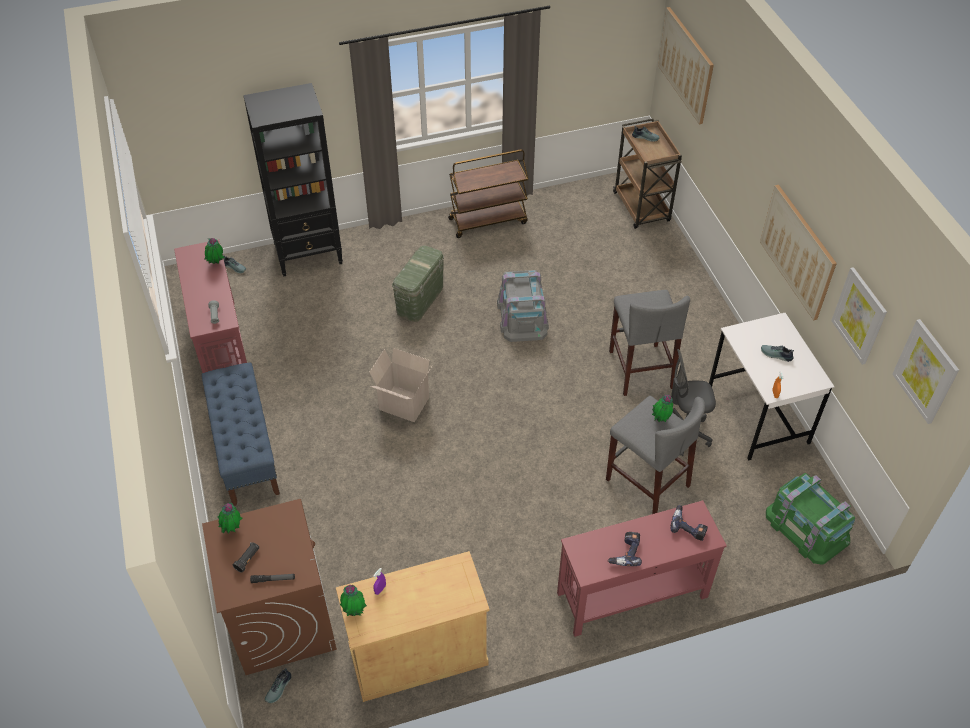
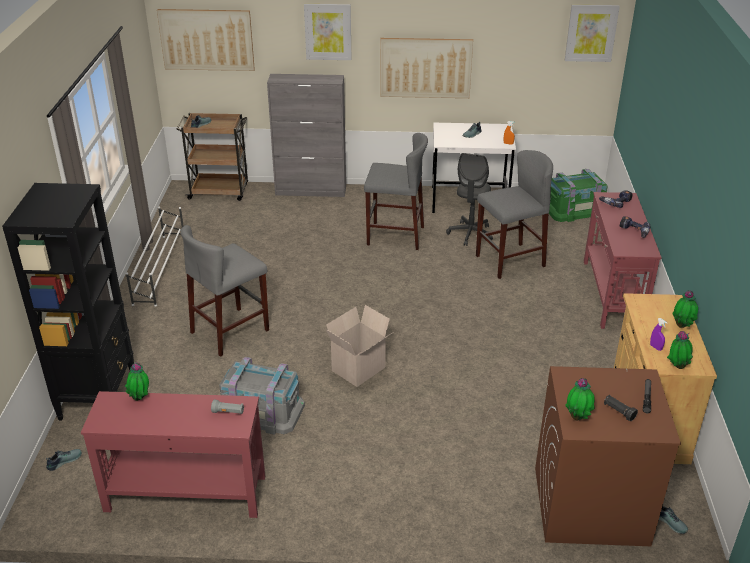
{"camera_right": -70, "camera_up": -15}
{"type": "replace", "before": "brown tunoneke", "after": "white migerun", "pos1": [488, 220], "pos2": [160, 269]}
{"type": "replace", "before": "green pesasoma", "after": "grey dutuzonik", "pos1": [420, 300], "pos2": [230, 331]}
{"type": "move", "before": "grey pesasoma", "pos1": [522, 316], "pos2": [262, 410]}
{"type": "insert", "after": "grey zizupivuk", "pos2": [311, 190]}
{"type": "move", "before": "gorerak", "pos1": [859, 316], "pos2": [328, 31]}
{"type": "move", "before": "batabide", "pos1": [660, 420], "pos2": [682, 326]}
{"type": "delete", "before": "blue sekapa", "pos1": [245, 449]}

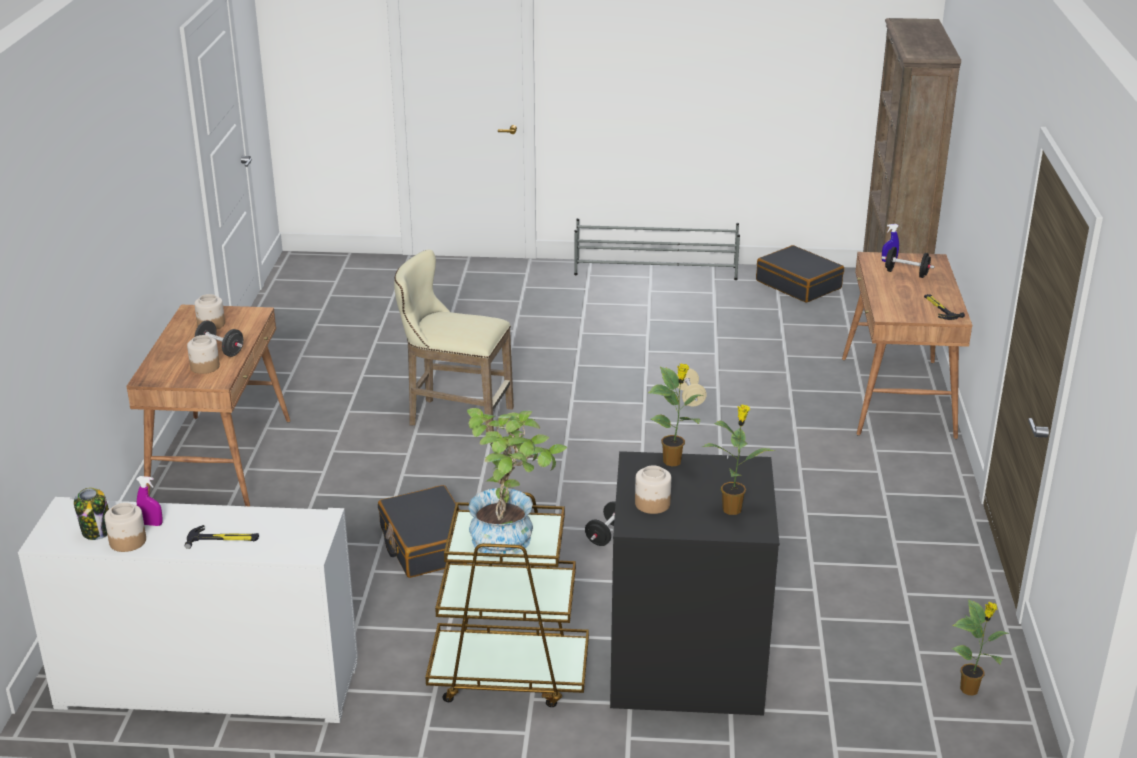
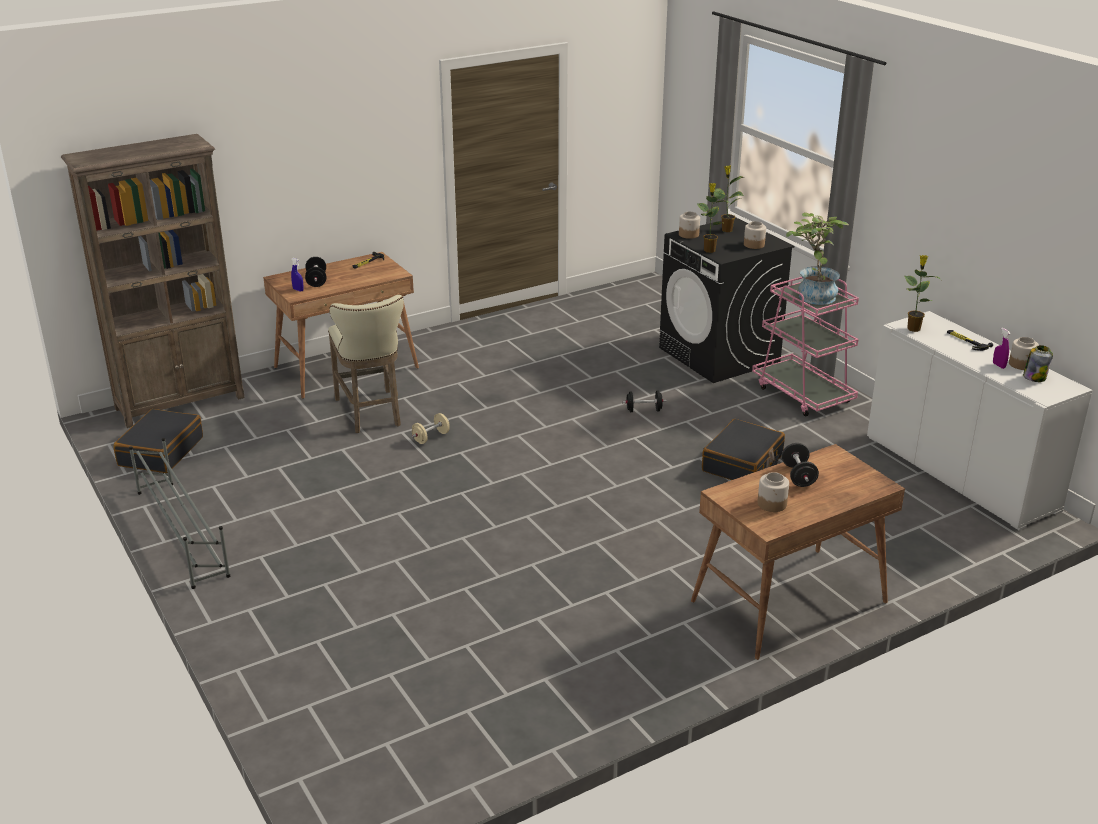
{"camera_right": -125, "camera_up": 0}
{"type": "move", "before": "beige dutuzonik", "pos1": [455, 417], "pos2": [370, 414]}
{"type": "move", "before": "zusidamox", "pos1": [205, 367], "pos2": [689, 234]}
{"type": "recolor", "before": "brown tunoneke", "after": "pink tunoneke", "pos1": [508, 675], "pos2": [802, 394]}
{"type": "move", "before": "batabide", "pos1": [970, 690], "pos2": [913, 328]}

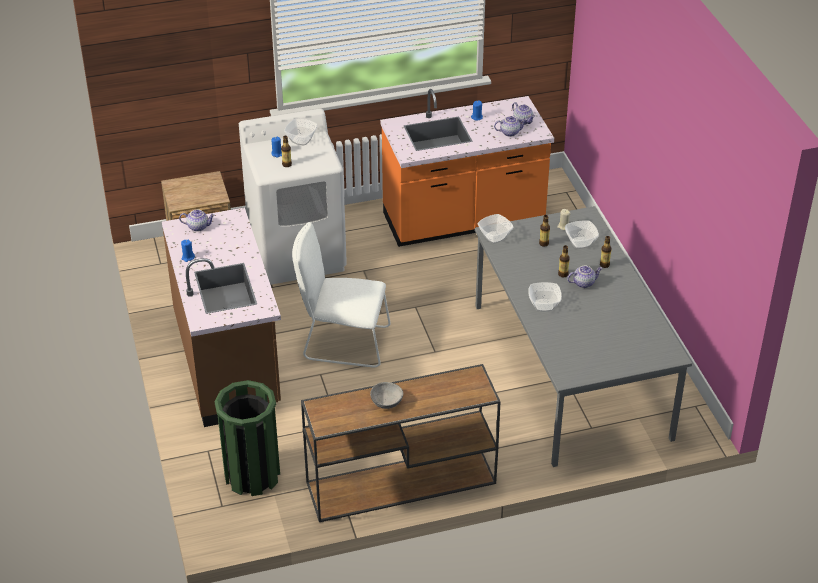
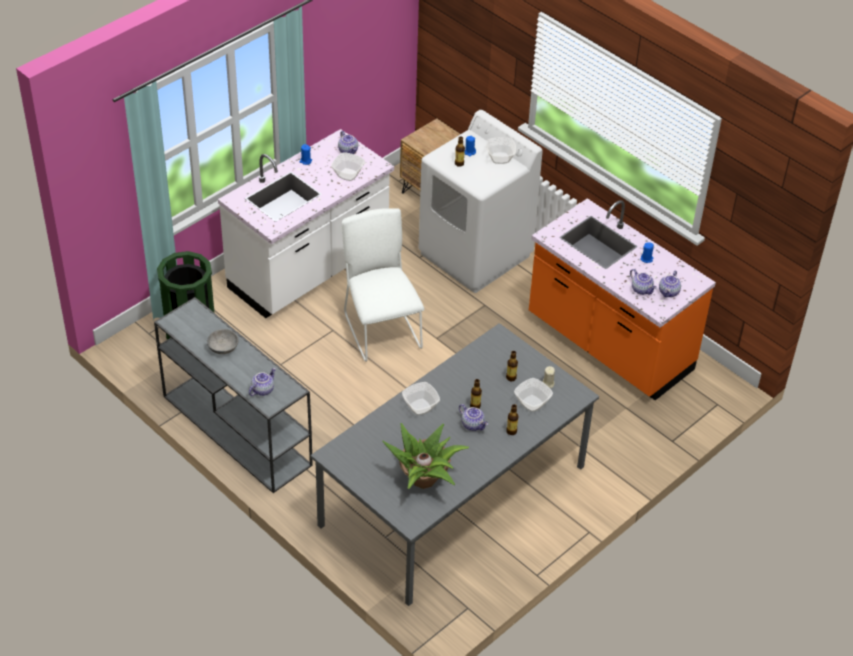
{"camera_right": 60, "camera_up": 5}
{"type": "recolor", "before": "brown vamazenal", "after": "grey vamazenal", "pos1": [399, 483], "pos2": [235, 429]}
{"type": "recolor", "before": "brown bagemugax", "after": "white bagemugax", "pos1": [229, 362], "pos2": [310, 270]}
{"type": "insert", "after": "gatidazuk", "pos2": [262, 389]}
{"type": "move", "before": "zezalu", "pos1": [495, 237], "pos2": [348, 174]}
{"type": "insert", "after": "batabide", "pos2": [424, 480]}

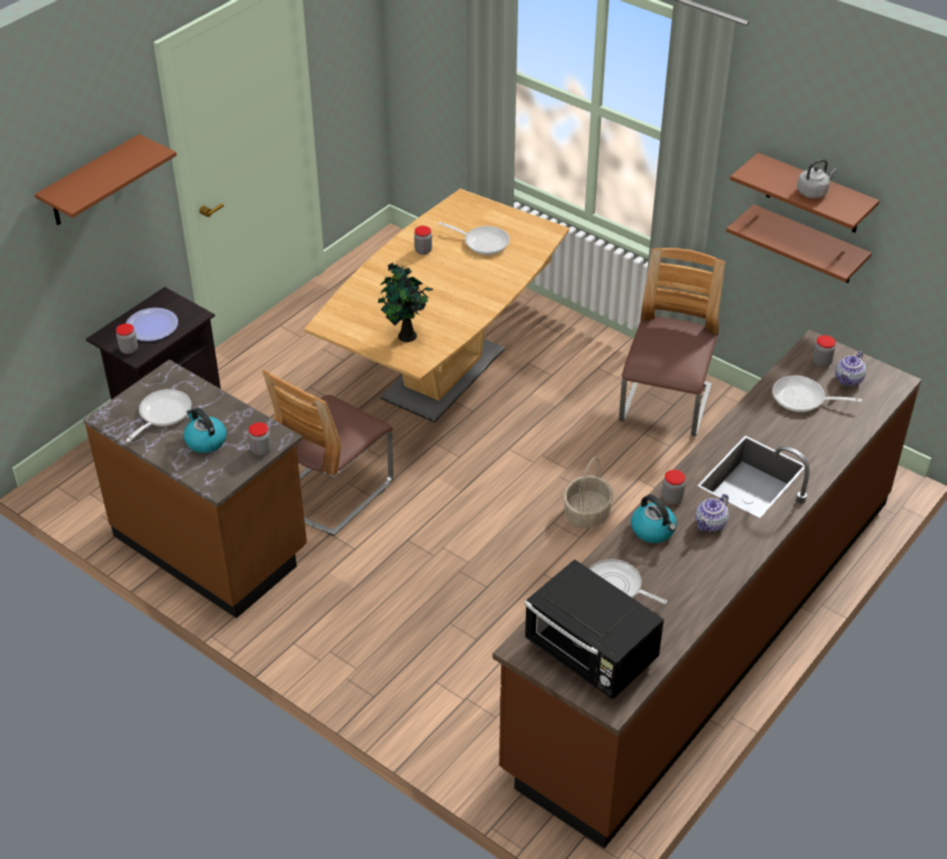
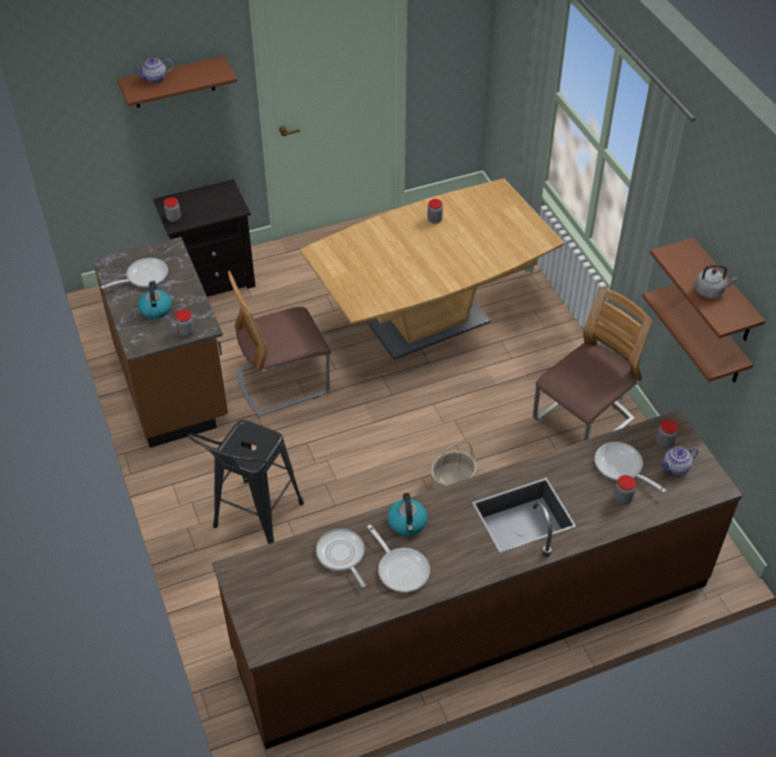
{"camera_right": 30, "camera_up": 5}
{"type": "move", "before": "gatidazuk", "pos1": [710, 524], "pos2": [155, 79]}
{"type": "insert", "after": "black dutuzonik", "pos2": [253, 522]}
{"type": "move", "before": "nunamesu", "pos1": [482, 242], "pos2": [401, 568]}
{"type": "move", "before": "zusidamox", "pos1": [672, 498], "pos2": [622, 498]}
{"type": "delete", "before": "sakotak", "pos1": [152, 326]}
{"type": "delete", "before": "batabide", "pos1": [405, 336]}
{"type": "delete", "before": "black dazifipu", "pos1": [591, 655]}

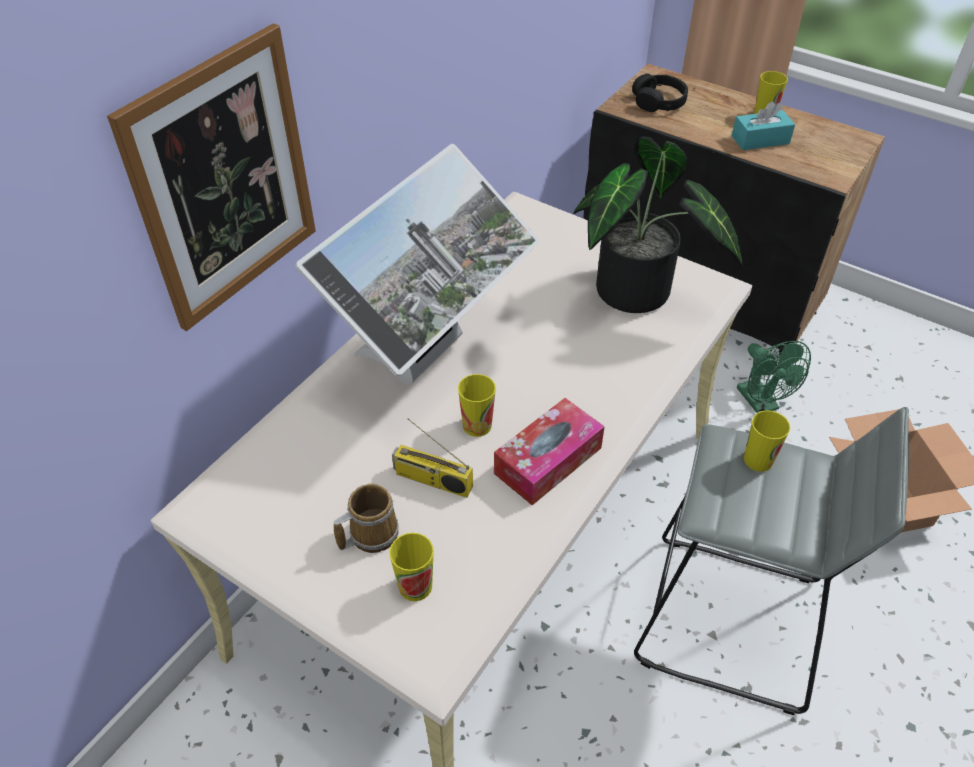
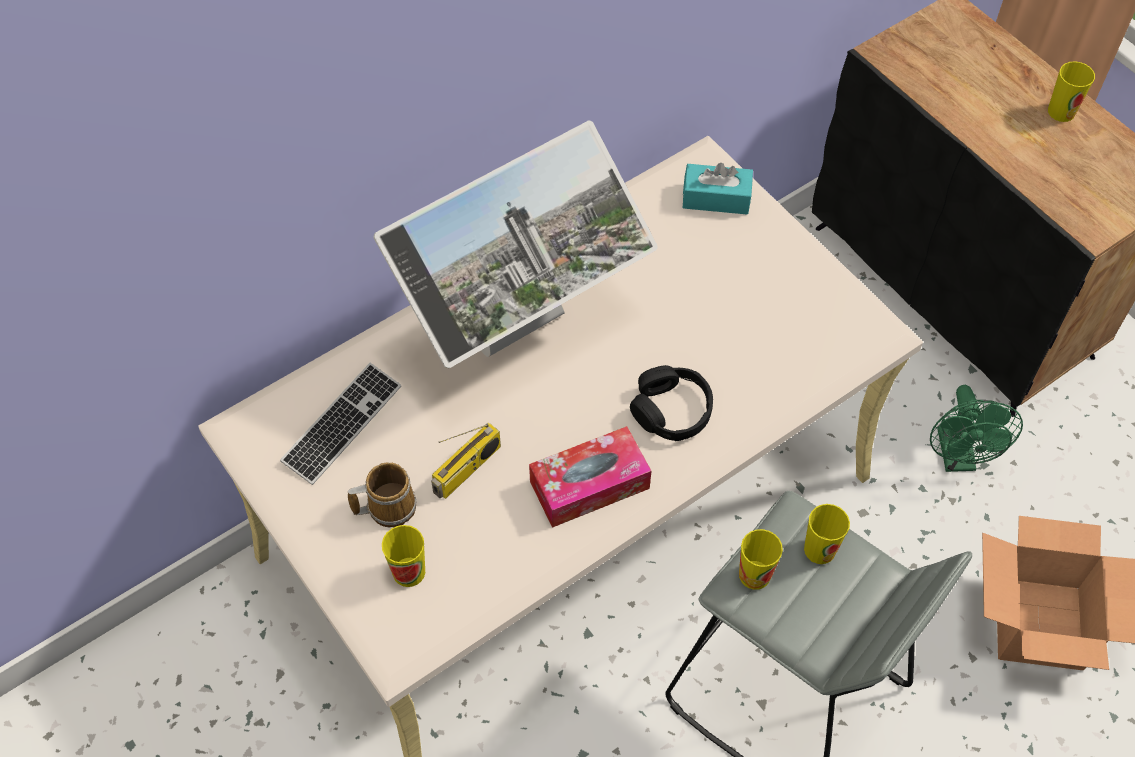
{"camera_right": 20, "camera_up": 10}
{"type": "insert", "after": "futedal", "pos2": [342, 425]}
{"type": "rotate", "before": "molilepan", "pos1": [432, 480], "pos2": [467, 470], "turn": -90}
{"type": "move", "before": "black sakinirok", "pos1": [659, 101], "pos2": [671, 410]}
{"type": "move", "before": "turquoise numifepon", "pos1": [760, 140], "pos2": [716, 198]}
{"type": "move", "before": "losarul", "pos1": [477, 425], "pos2": [754, 575]}
{"type": "delete", "before": "gorerak", "pos1": [224, 181]}
{"type": "delete", "before": "batabide", "pos1": [638, 296]}

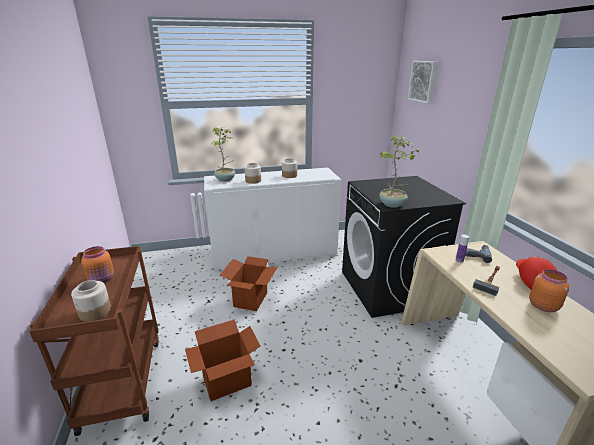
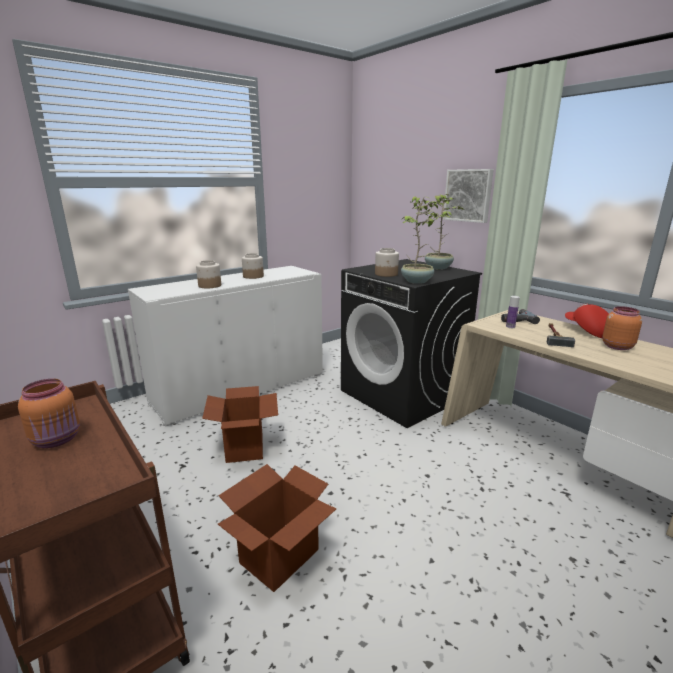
{"camera_right": -25, "camera_up": -5}
{"type": "move", "before": "zusidamox", "pos1": [95, 312], "pos2": [386, 274]}
{"type": "move", "before": "batabide", "pos1": [226, 179], "pos2": [438, 267]}
{"type": "move", "before": "gorerak", "pos1": [423, 81], "pos2": [468, 195]}

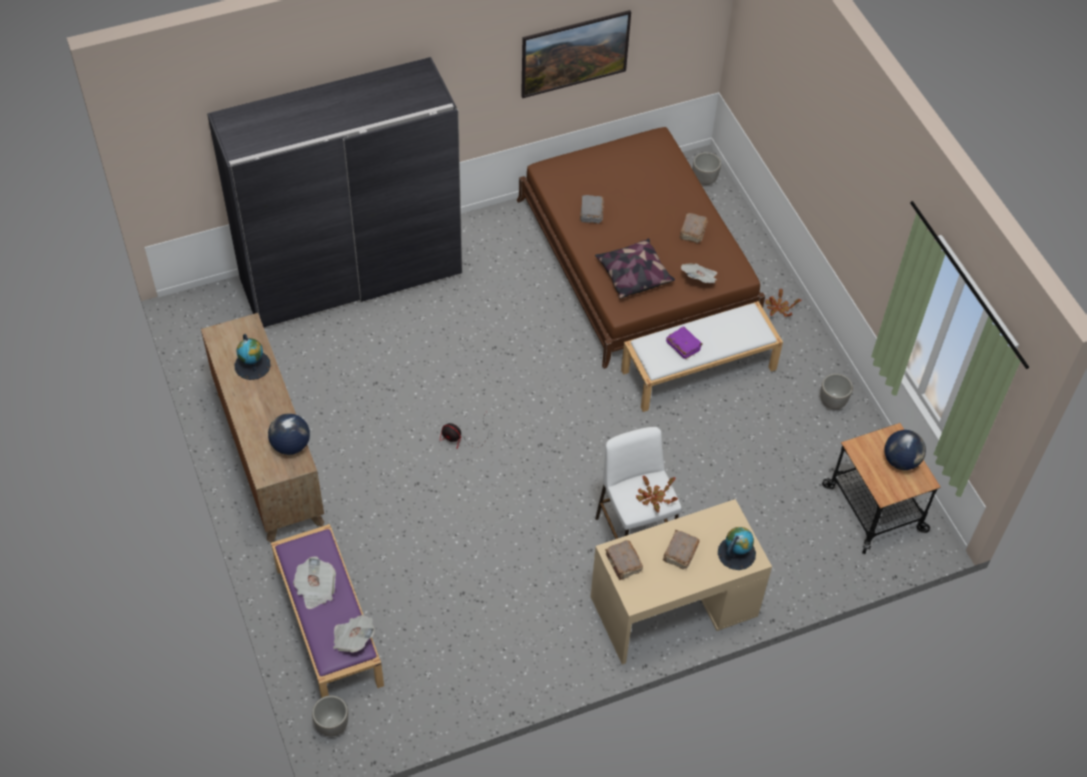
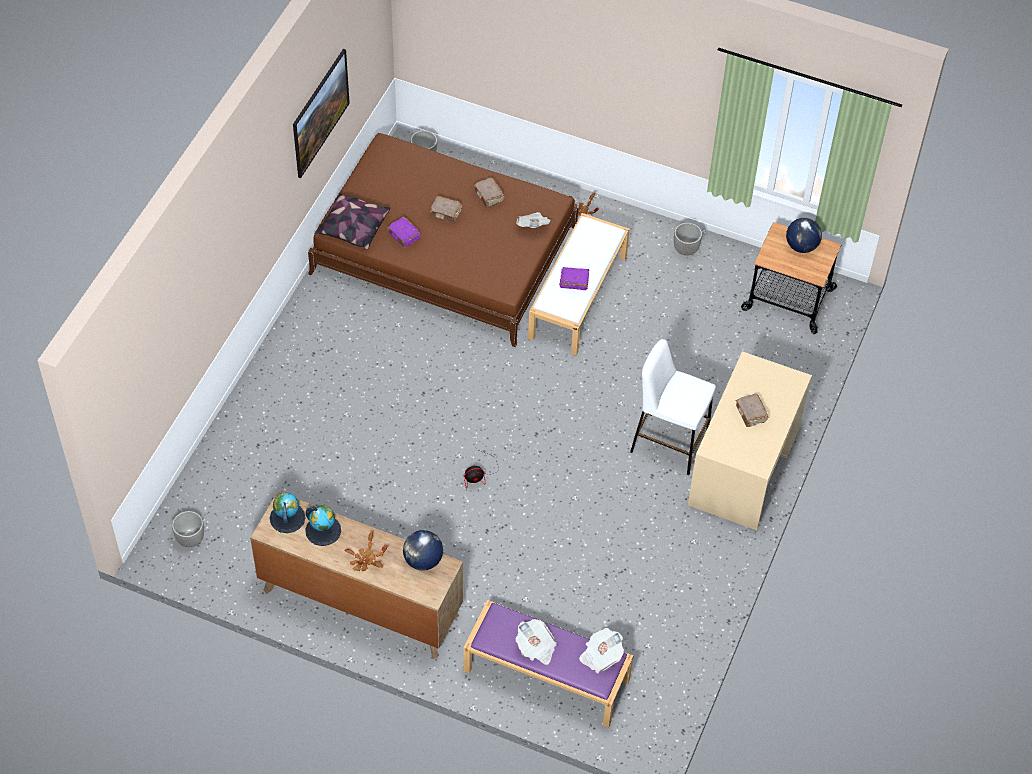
{"camera_right": -45, "camera_up": 0}
{"type": "move", "before": "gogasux", "pos1": [332, 726], "pos2": [191, 539]}
{"type": "move", "before": "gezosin", "pos1": [736, 553], "pos2": [287, 518]}
{"type": "move", "before": "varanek", "pos1": [633, 275], "pos2": [353, 228]}
{"type": "move", "before": "batabide", "pos1": [653, 497], "pos2": [365, 560]}
{"type": "recolor", "before": "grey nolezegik", "after": "purple nolezegik", "pos1": [591, 213], "pos2": [404, 236]}
{"type": "move", "before": "brown nolezegik", "pos1": [623, 564], "pos2": [446, 213]}
{"type": "delete", "before": "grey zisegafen", "pos1": [352, 276]}

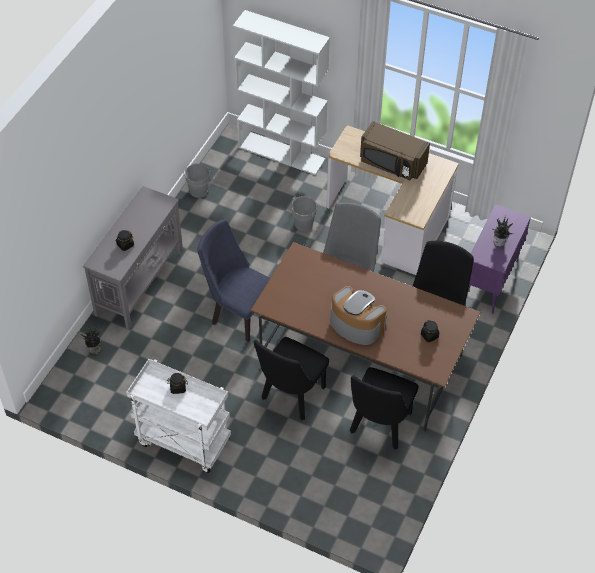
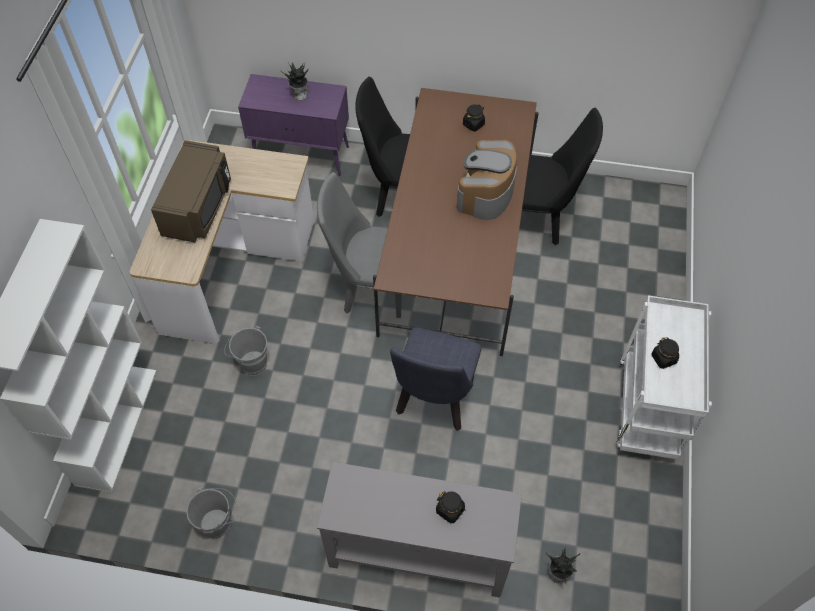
{"camera_right": -105, "camera_up": 5}
{"type": "delete", "before": "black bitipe", "pos1": [290, 397]}

